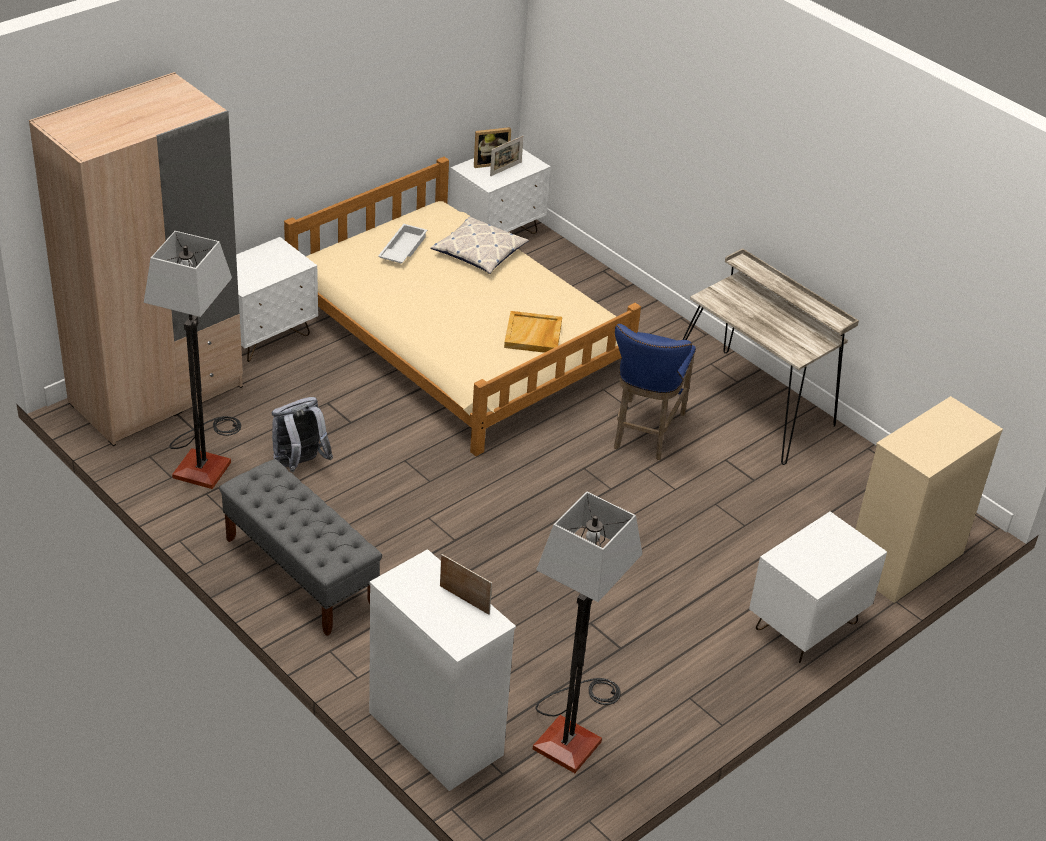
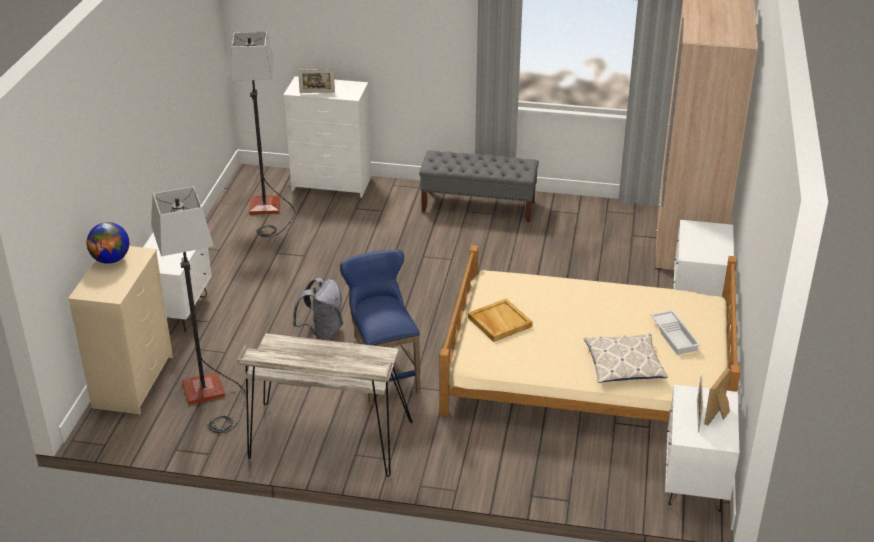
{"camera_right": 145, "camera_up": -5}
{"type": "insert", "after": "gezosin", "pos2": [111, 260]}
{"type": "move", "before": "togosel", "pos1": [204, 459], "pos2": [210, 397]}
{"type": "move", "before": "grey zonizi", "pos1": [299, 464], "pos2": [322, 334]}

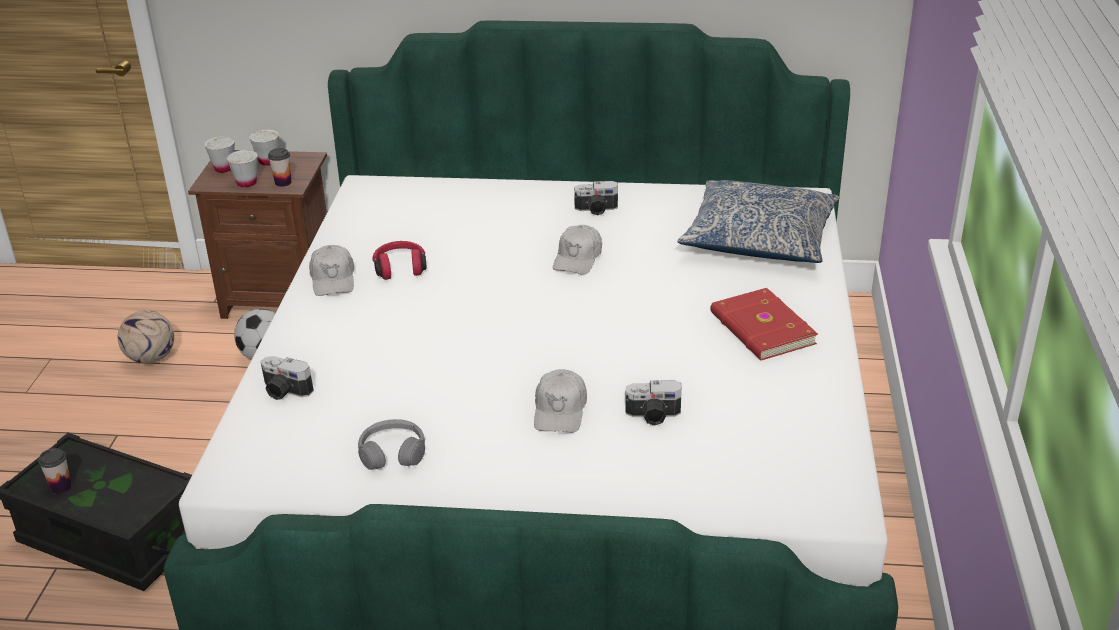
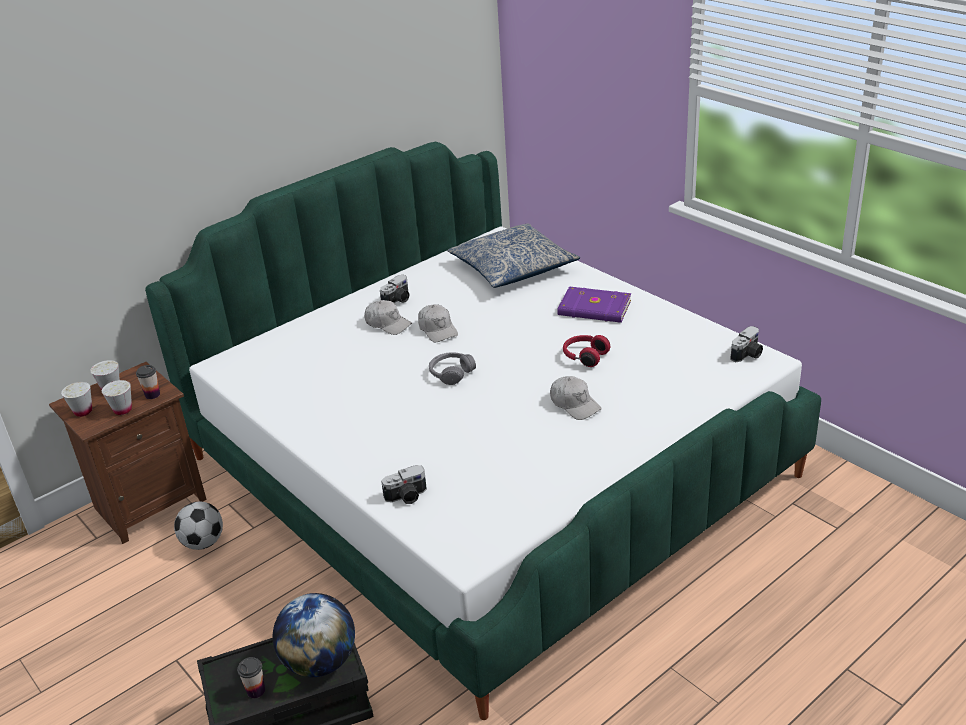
{"camera_right": -45, "camera_up": 0}
{"type": "insert", "after": "gezosin", "pos2": [320, 662]}
{"type": "move", "before": "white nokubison", "pos1": [333, 279], "pos2": [387, 324]}
{"type": "move", "before": "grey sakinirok", "pos1": [392, 453], "pos2": [451, 373]}
{"type": "recolor", "before": "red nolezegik", "after": "purple nolezegik", "pos1": [761, 329], "pos2": [594, 309]}
{"type": "move", "before": "red sakinirok", "pos1": [400, 268], "pos2": [584, 357]}
{"type": "move", "before": "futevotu", "pos1": [653, 416], "pos2": [748, 355]}
{"type": "delete", "before": "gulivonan", "pos1": [151, 358]}

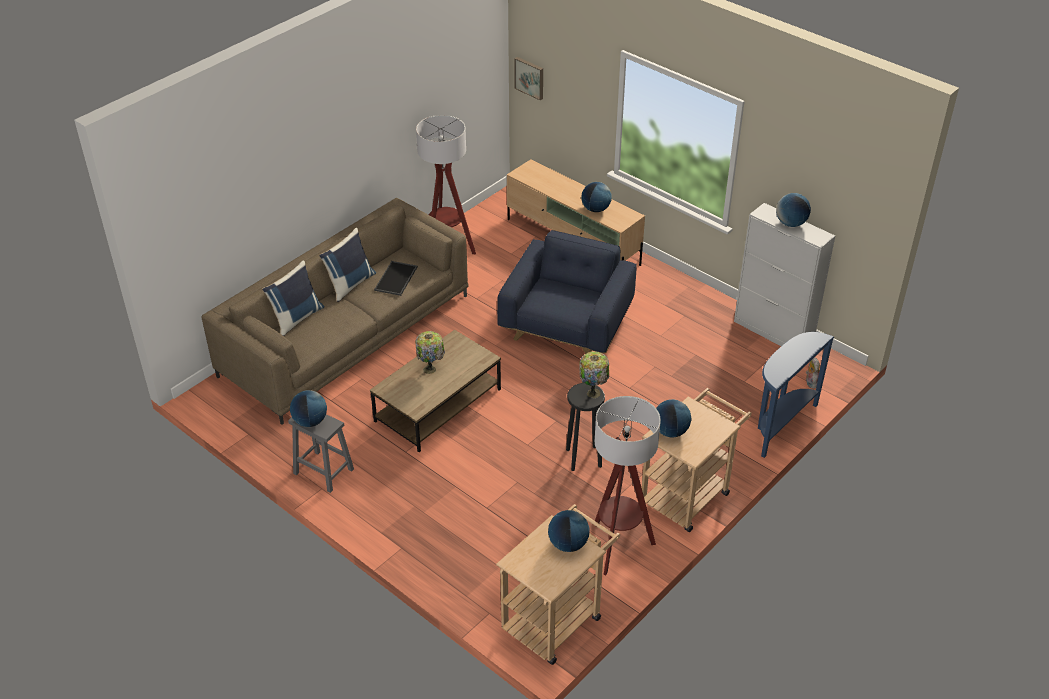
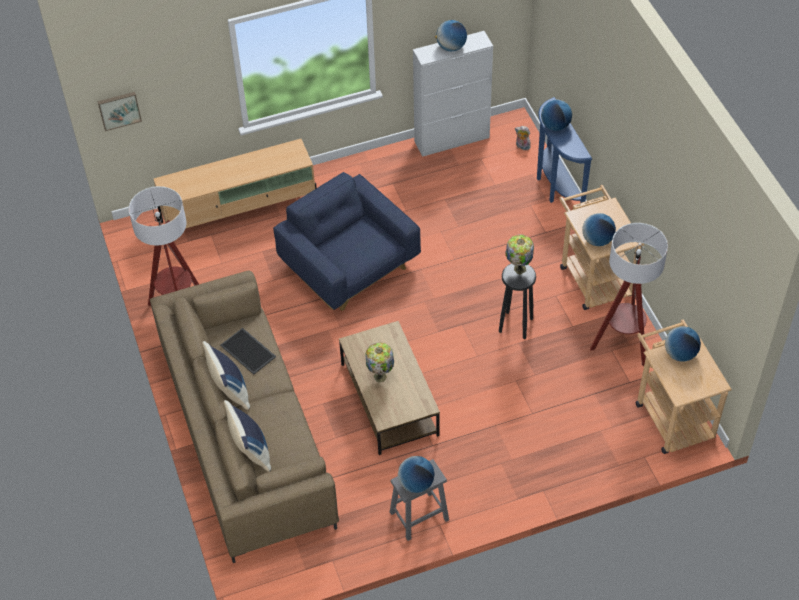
{"camera_right": -60, "camera_up": 10}
{"type": "move", "before": "gezosin", "pos1": [596, 209], "pos2": [555, 126]}

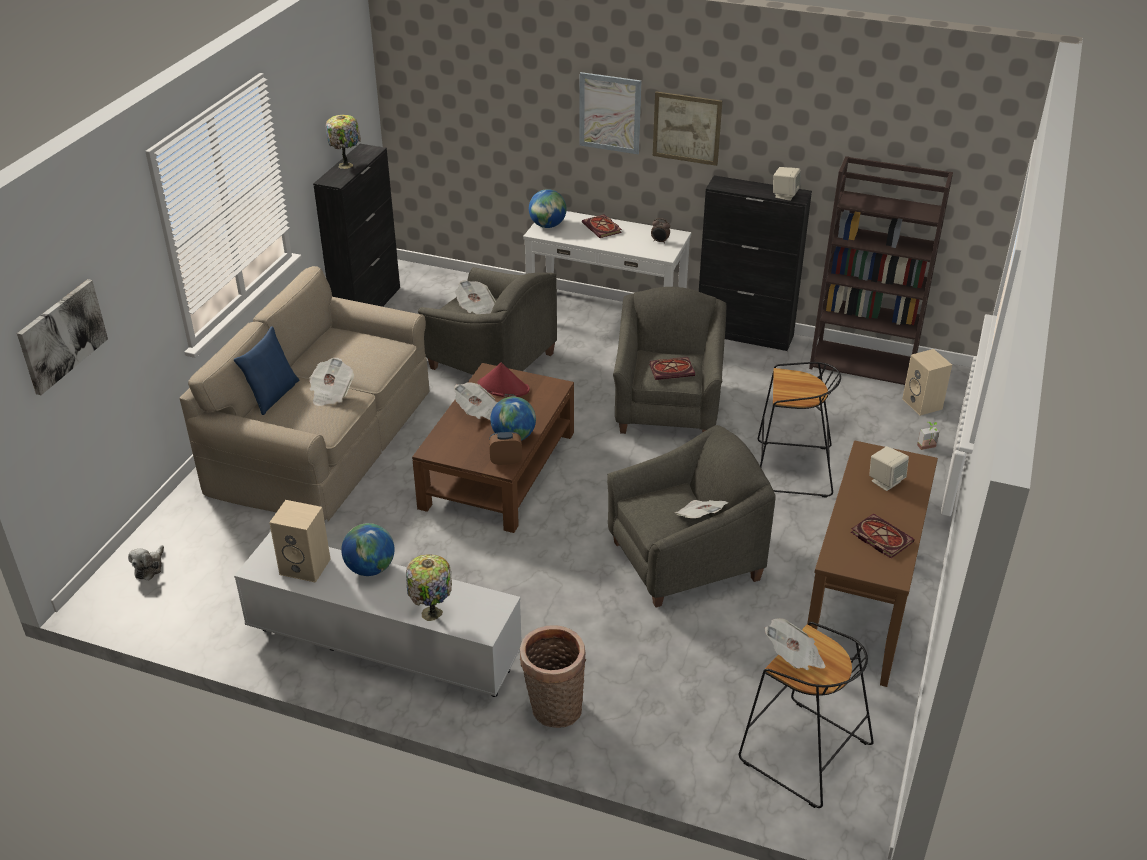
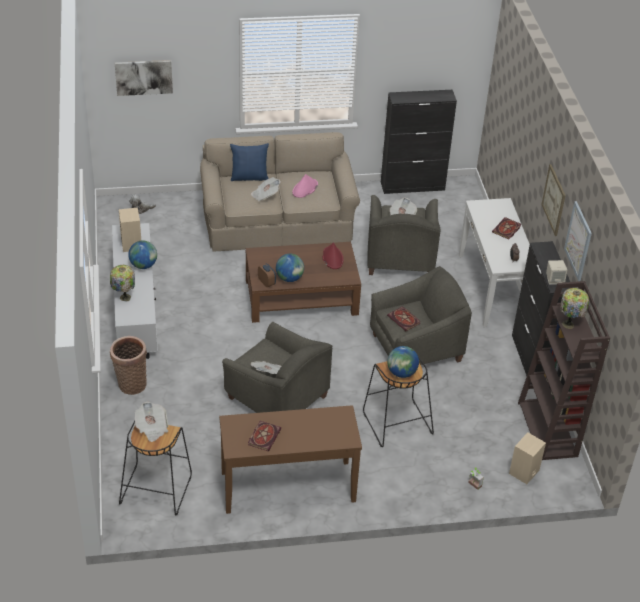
{"camera_right": 60, "camera_up": 5}
{"type": "insert", "after": "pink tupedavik", "pos2": [305, 189]}
{"type": "move", "before": "gezosin", "pos1": [547, 225], "pos2": [401, 373]}
{"type": "move", "before": "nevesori", "pos1": [346, 165], "pos2": [569, 324]}
{"type": "move", "before": "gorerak", "pos1": [610, 113], "pos2": [578, 241]}
{"type": "delete", "before": "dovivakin", "pos1": [478, 412]}
{"type": "delete", "before": "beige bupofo", "pos1": [885, 481]}

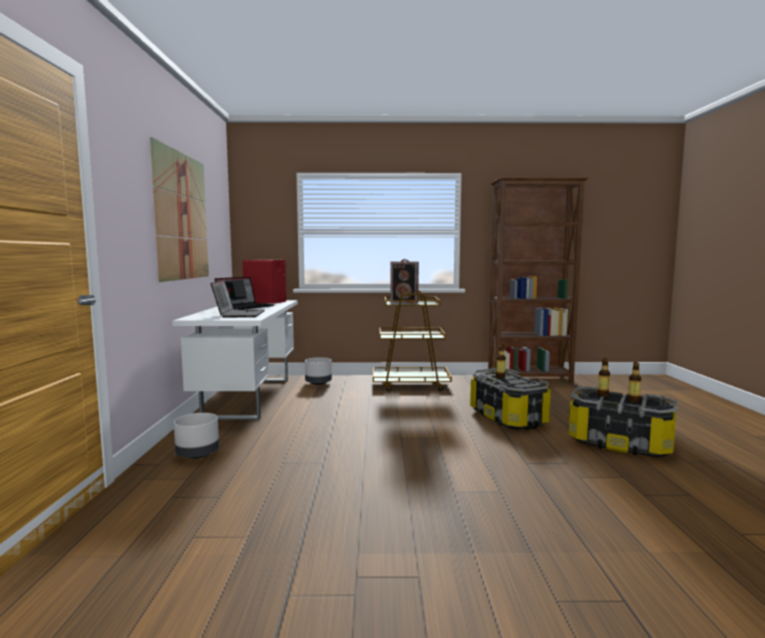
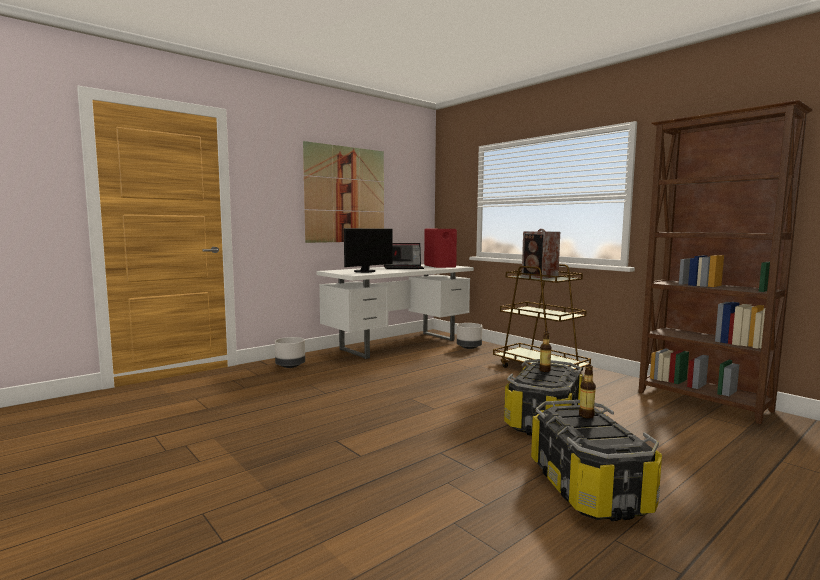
{"camera_right": 50, "camera_up": 0}
{"type": "replace", "before": "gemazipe", "after": "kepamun", "pos1": [239, 314], "pos2": [366, 271]}
{"type": "delete", "before": "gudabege", "pos1": [633, 401]}

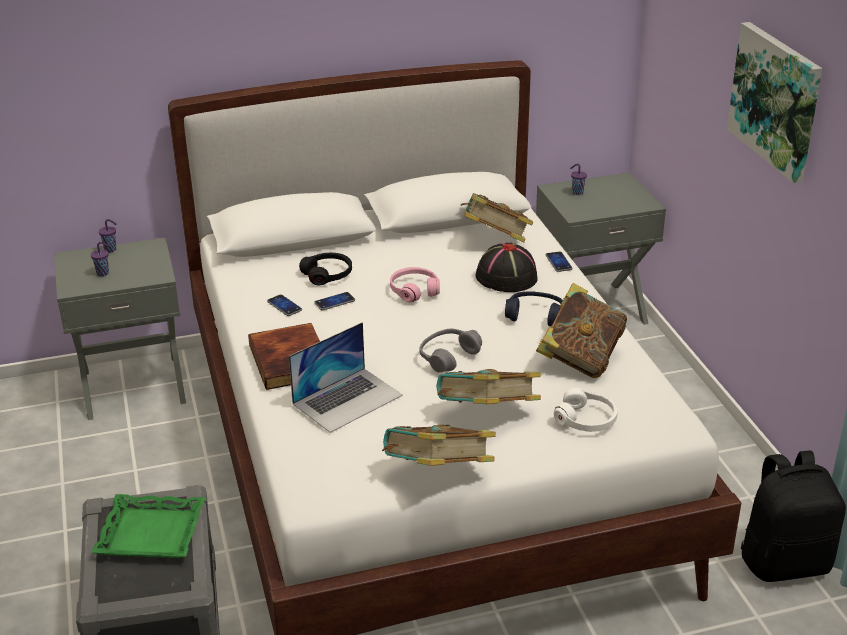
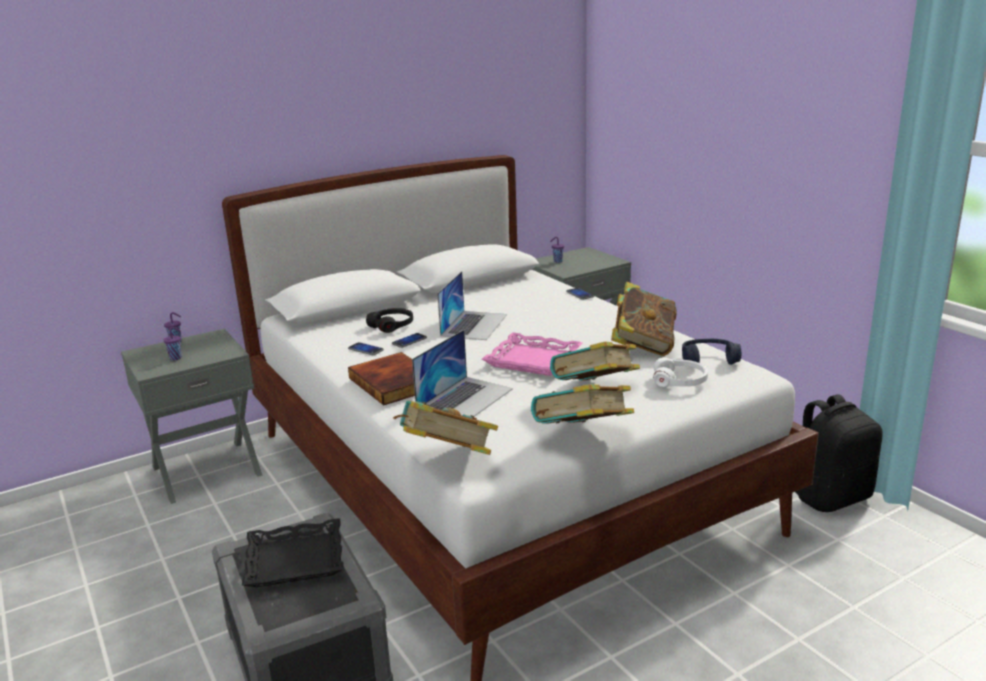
{"camera_right": -15, "camera_up": -10}
{"type": "recolor", "before": "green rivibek", "after": "black rivibek", "pos1": [150, 534], "pos2": [295, 561]}
{"type": "move", "before": "nolezegik", "pos1": [495, 241], "pos2": [446, 459]}
{"type": "replace", "before": "pink sakinirok", "after": "gemazipe", "pos1": [414, 290], "pos2": [474, 325]}
{"type": "replace", "before": "grey sakinirok", "after": "pink rivibek", "pos1": [448, 357], "pos2": [533, 360]}
{"type": "move", "before": "blue sakinirok", "pos1": [535, 316], "pos2": [709, 360]}
{"type": "delete", "before": "black tupedavik", "pos1": [506, 277]}
{"type": "delete", "before": "gorerak", "pos1": [776, 100]}

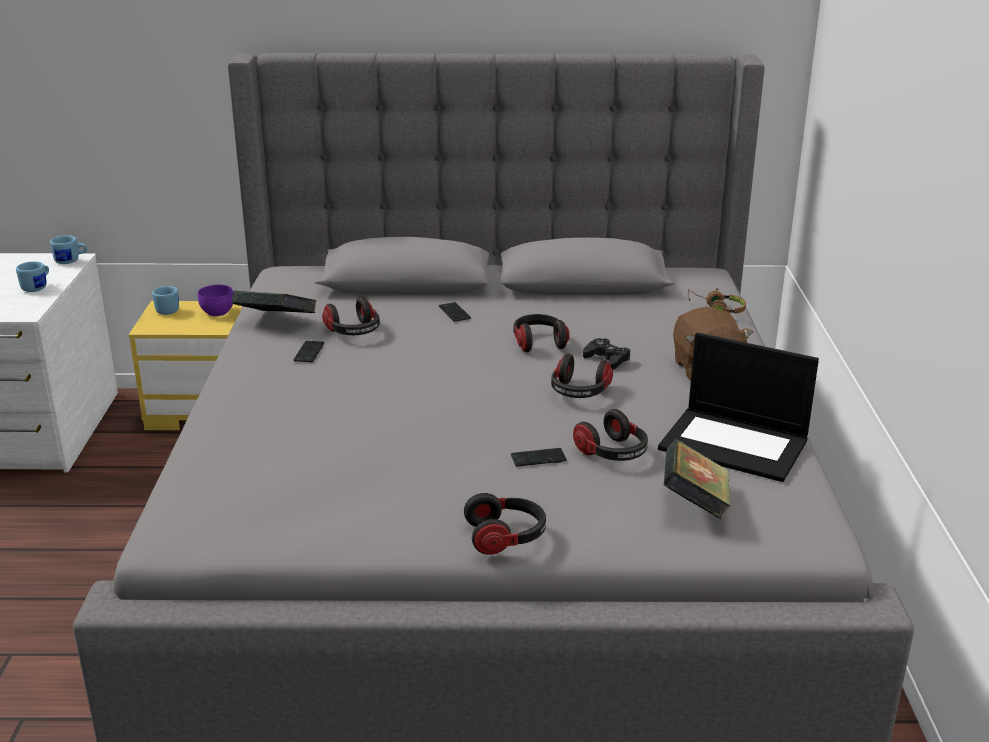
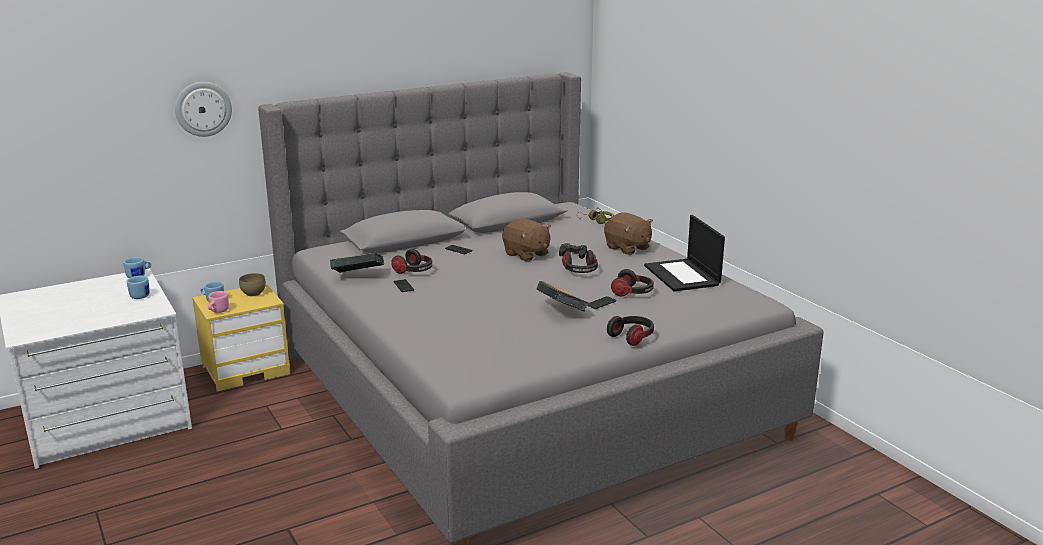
{"camera_right": -30, "camera_up": -5}
{"type": "insert", "after": "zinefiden", "pos2": [203, 109]}
{"type": "insert", "after": "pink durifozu", "pos2": [217, 311]}
{"type": "recolor", "before": "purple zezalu", "after": "brown zezalu", "pos1": [216, 312], "pos2": [252, 293]}
{"type": "replace", "before": "sakinirok", "after": "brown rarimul", "pos1": [538, 343], "pos2": [526, 254]}
{"type": "move", "before": "nolezegik", "pos1": [694, 504], "pos2": [562, 311]}
{"type": "rotate", "before": "gemazipe", "pos1": [735, 444], "pos2": [683, 275], "turn": 75}

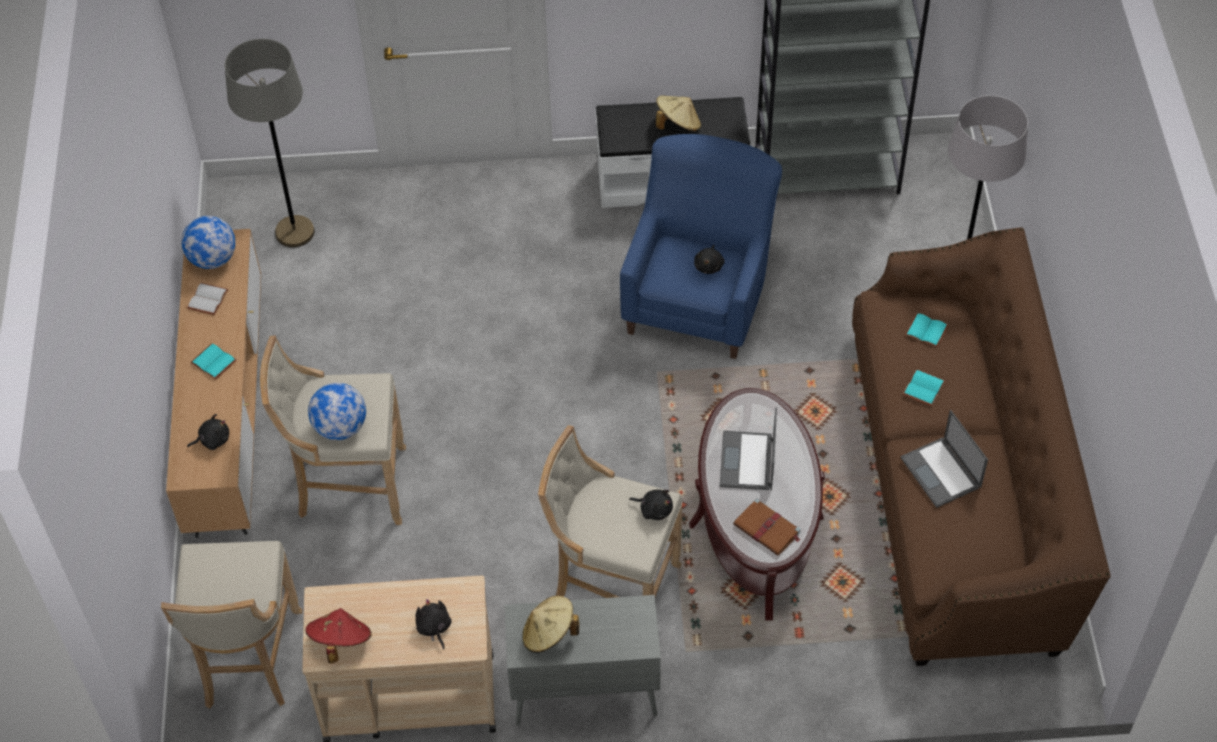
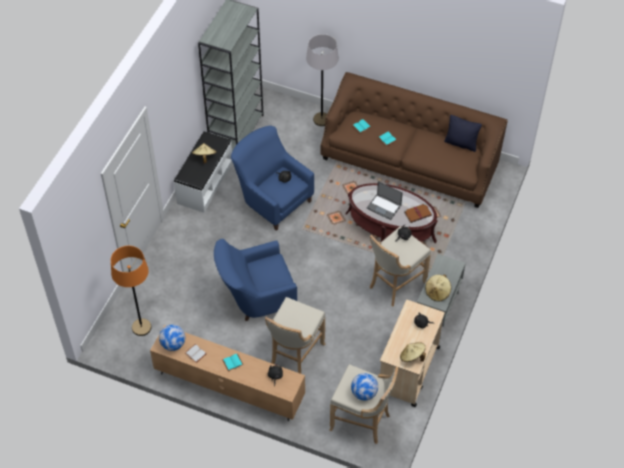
{"camera_right": -65, "camera_up": 0}
{"type": "recolor", "before": "grey togosel", "after": "orange togosel", "pos1": [295, 232], "pos2": [141, 327]}
{"type": "insert", "after": "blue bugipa", "pos2": [256, 298]}
{"type": "move", "before": "gezosin", "pos1": [340, 428], "pos2": [364, 393]}
{"type": "recolor", "before": "red tupedavik", "after": "beige tupedavik", "pos1": [340, 642], "pos2": [412, 357]}
{"type": "insert", "after": "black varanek", "pos2": [461, 143]}
{"type": "delete", "before": "gemazipe", "pos1": [941, 473]}

